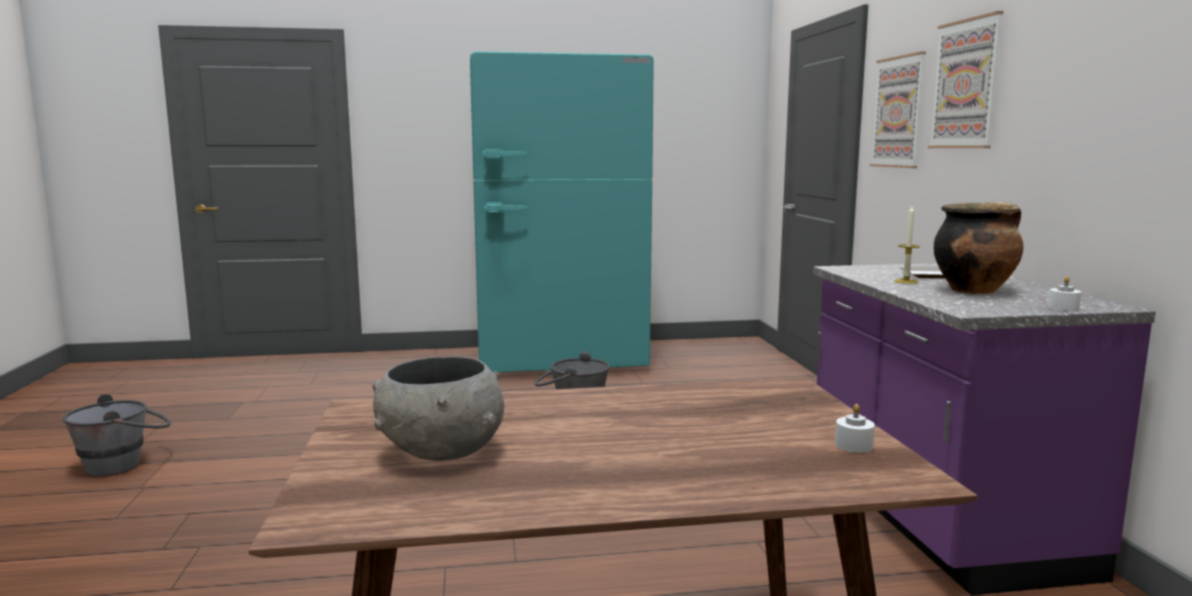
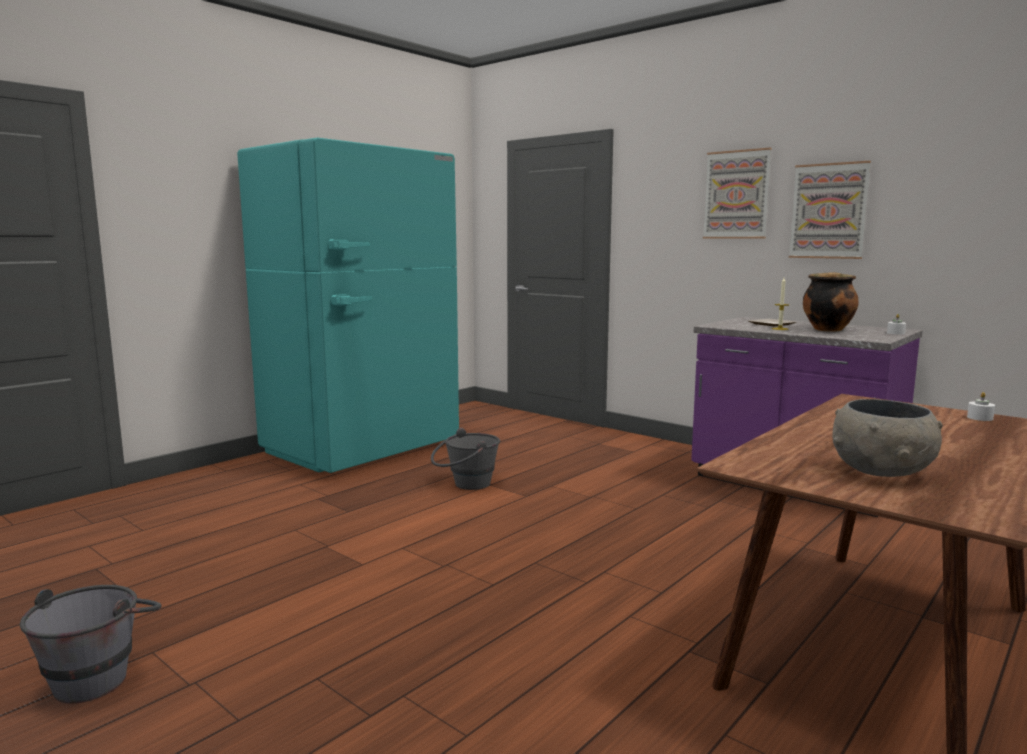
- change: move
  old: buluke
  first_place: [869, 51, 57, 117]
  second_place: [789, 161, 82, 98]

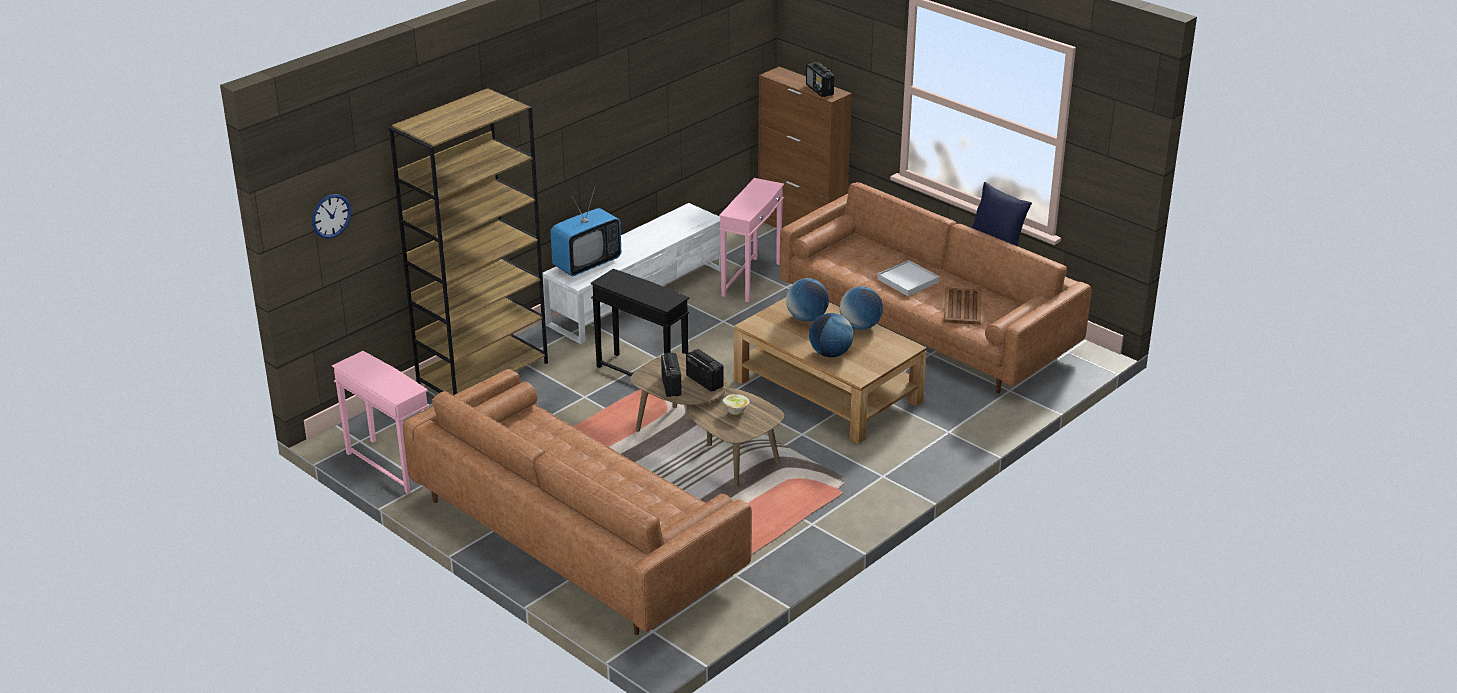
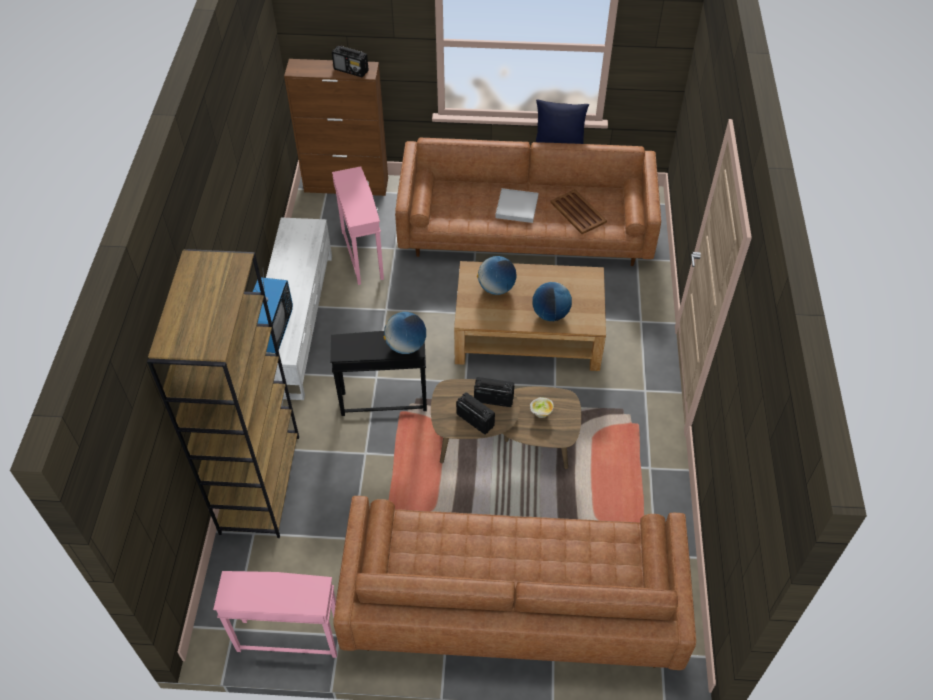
- change: delete
  old: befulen
  first_place: [312, 194, 39, 45]
- change: move
  old: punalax
  first_place: [839, 286, 44, 44]
  second_place: [384, 312, 42, 42]

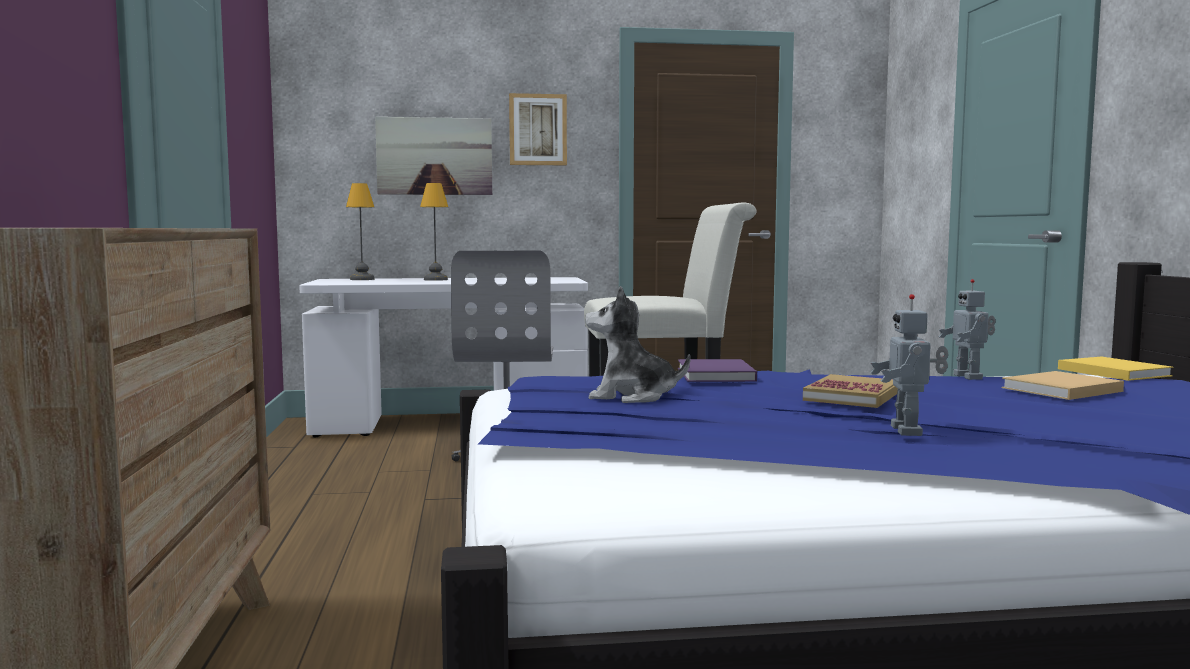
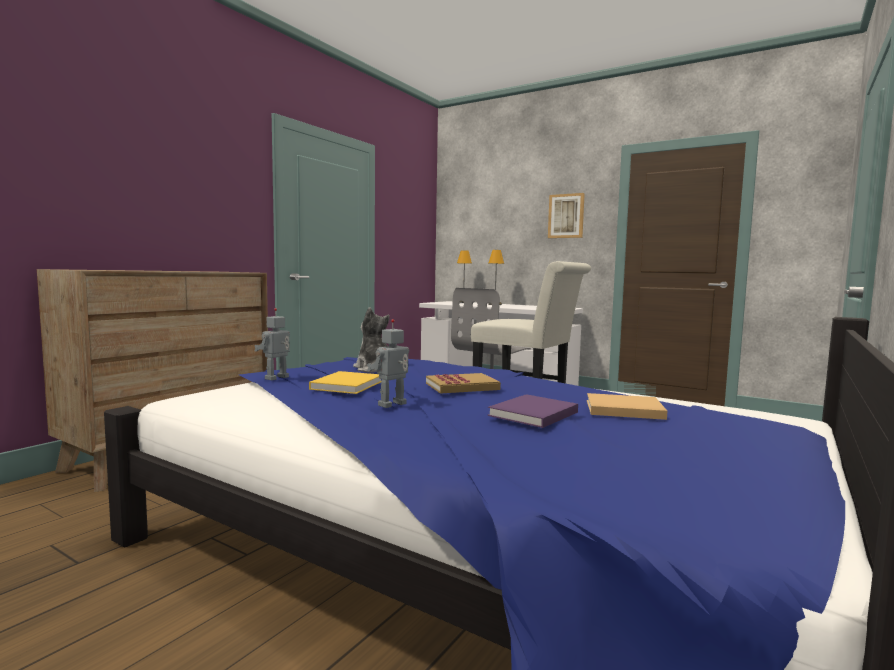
- change: delete
  old: buluke
  first_place: [375, 117, 117, 78]
- change: move
  old: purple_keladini
  first_place: [678, 359, 79, 23]
  second_place: [488, 394, 90, 34]
- change: move
  old: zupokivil
  first_place: [939, 279, 57, 101]
  second_place: [254, 308, 36, 72]
- change: move
  old: yellow_keladini
  first_place: [1058, 357, 115, 24]
  second_place: [309, 371, 72, 23]

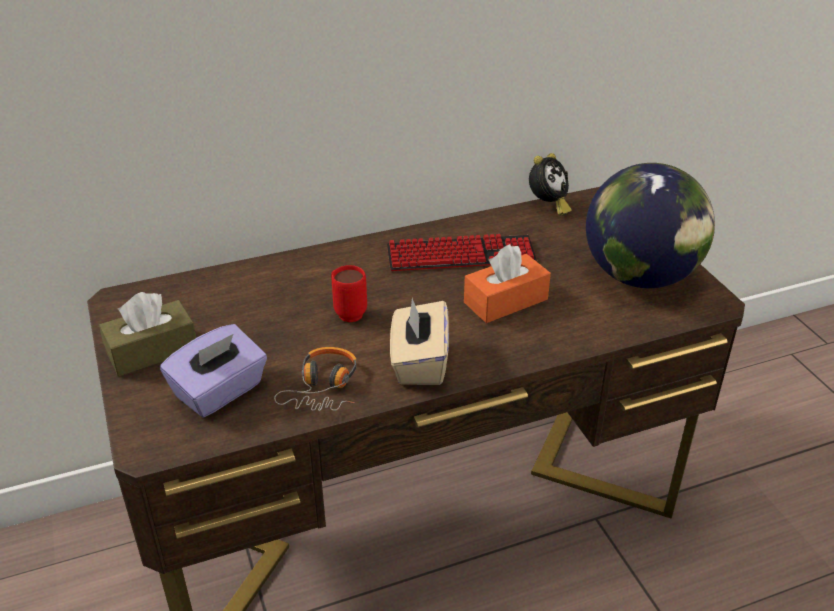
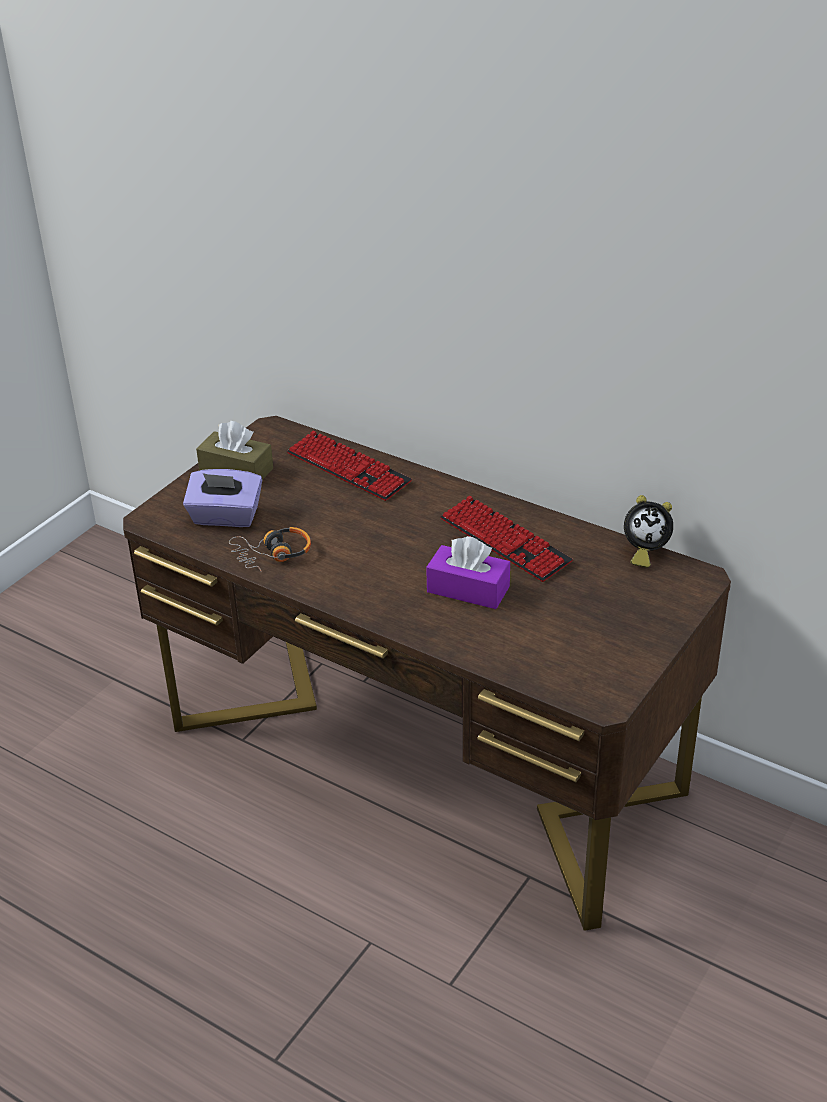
- change: delete
  old: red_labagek
  first_place: [331, 265, 36, 57]
- change: delete
  old: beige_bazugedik
  first_place: [390, 298, 59, 87]
- change: delete
  old: punalax
  first_place: [586, 163, 129, 125]
- change: insert
  new: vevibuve
  second_place: [287, 431, 125, 70]
- change: recolor
  old: orange_bazugedik
  new: purple_bazugedik
  first_place: [464, 244, 87, 79]
  second_place: [426, 536, 84, 73]

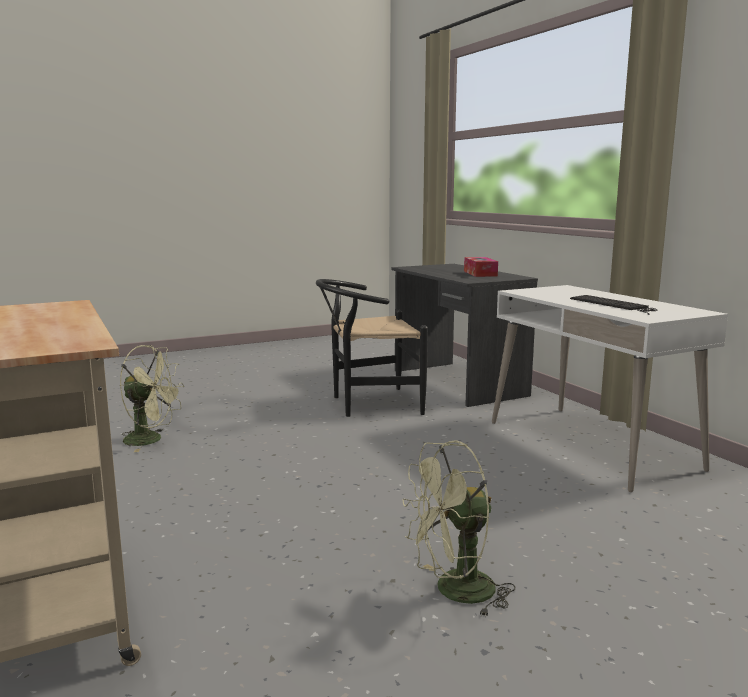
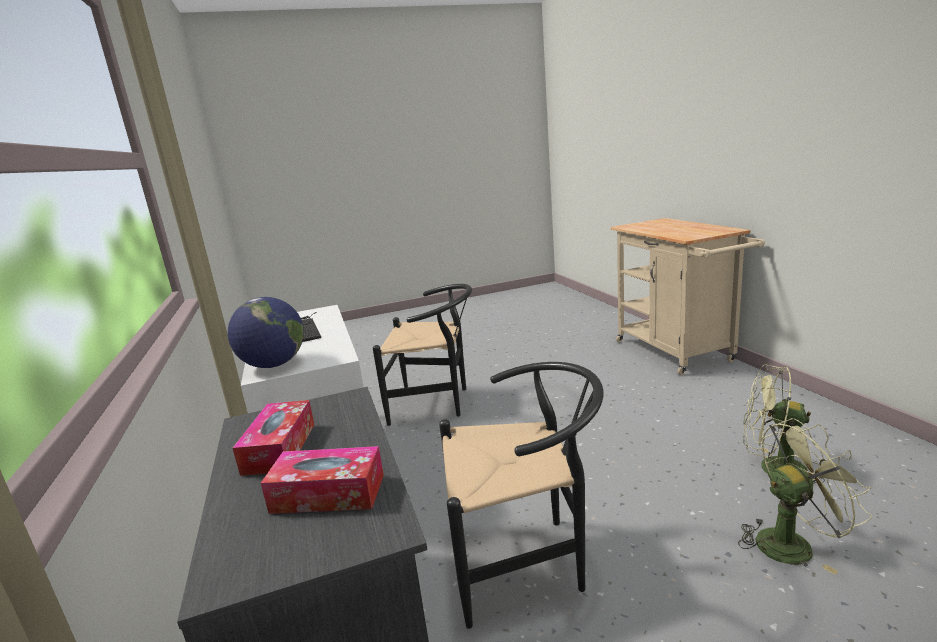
- change: insert
  new: punalax
  second_place: [228, 297, 76, 71]
- change: insert
  new: bazugedik
  second_place: [261, 446, 123, 68]
- change: insert
  new: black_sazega
  second_place: [373, 284, 99, 142]
- change: move
  old: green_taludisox
  first_place: [402, 441, 113, 177]
  second_place: [738, 418, 134, 157]

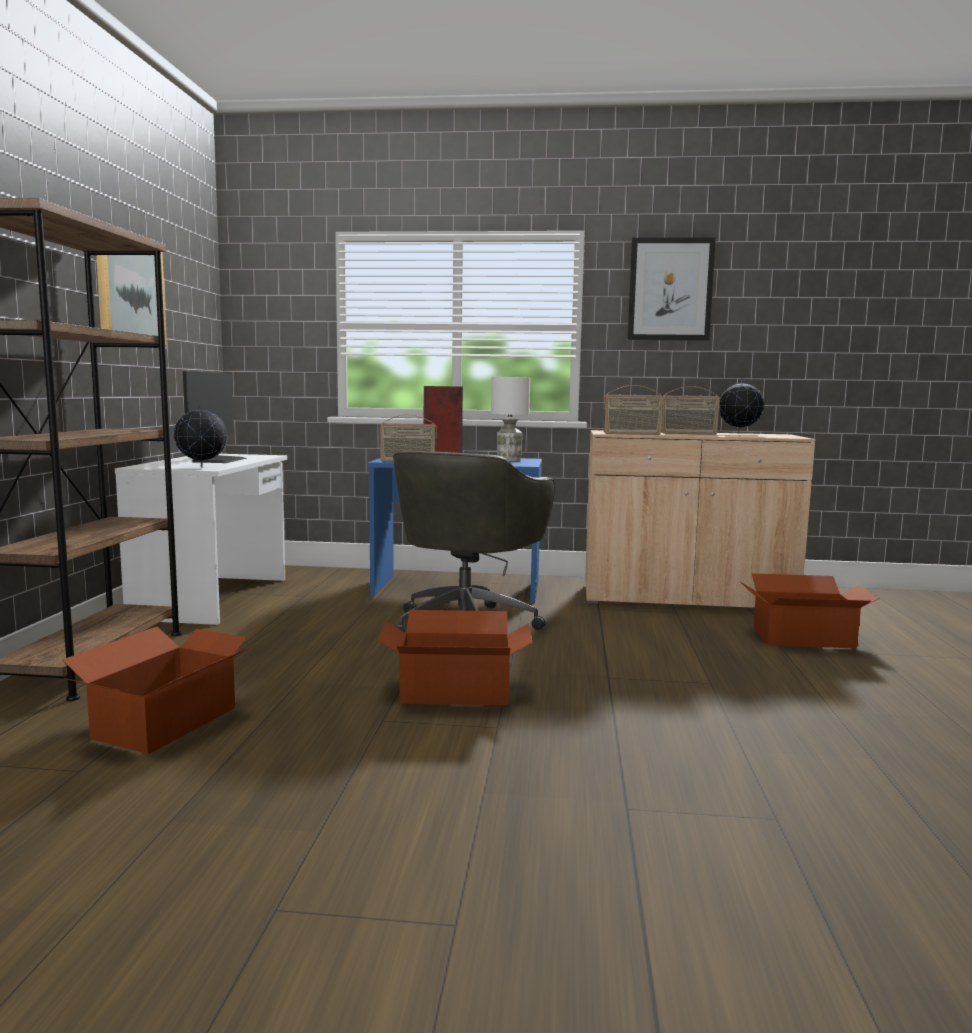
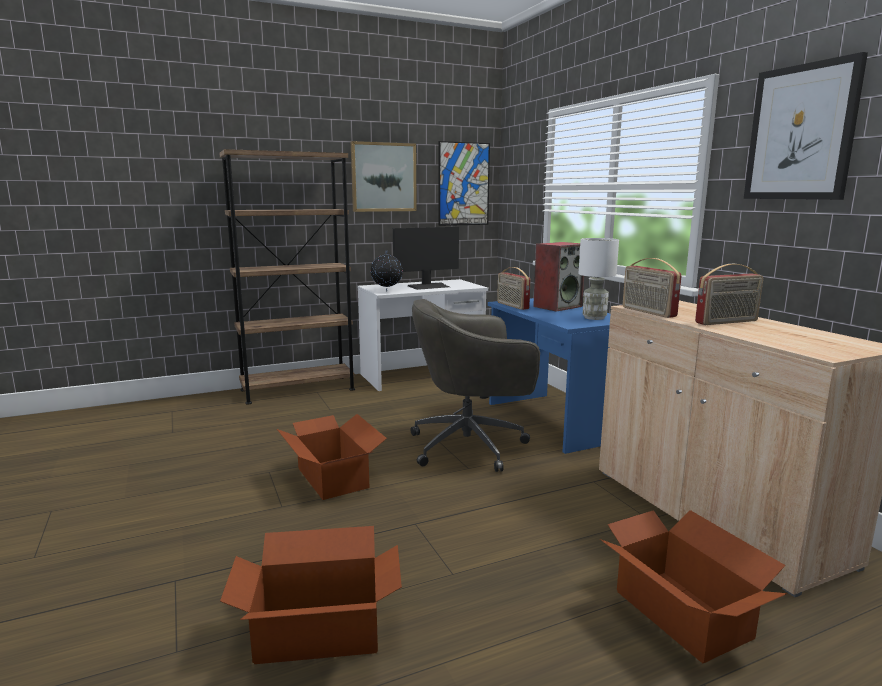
- change: delete
  old: punalax
  first_place: [719, 378, 45, 56]
- change: insert
  new: buluke
  second_place: [438, 141, 52, 85]
- change: move
  old: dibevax
  first_place: [62, 627, 195, 127]
  second_place: [220, 526, 182, 138]
- change: rotate
  old: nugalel
  first_place: [661, 386, 59, 49]
  second_place: [695, 264, 68, 61]
  degrees: -90

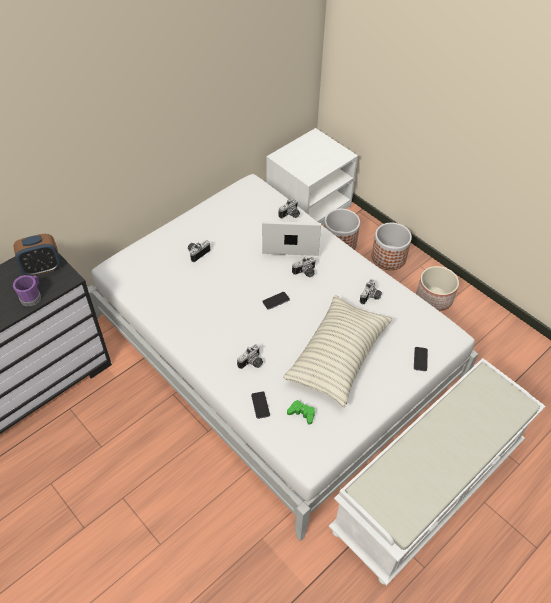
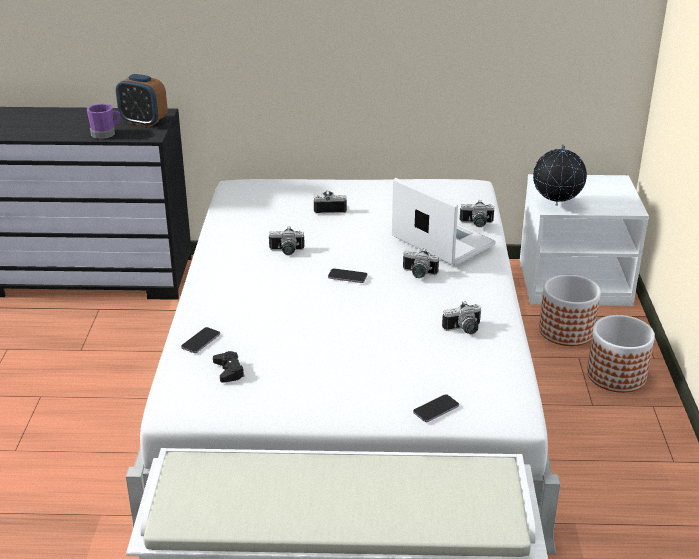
- change: delete
  old: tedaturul
  first_place: [283, 295, 109, 112]
- change: delete
  old: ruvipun
  first_place: [416, 266, 43, 45]
- change: insert
  new: punalax
  second_place: [533, 144, 54, 62]
- change: move
  old: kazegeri
  first_place: [237, 344, 26, 25]
  second_place: [269, 226, 36, 29]
- change: recolor
  old: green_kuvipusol
  new: black_kuvipusol
  first_place: [287, 400, 28, 25]
  second_place: [213, 351, 32, 32]

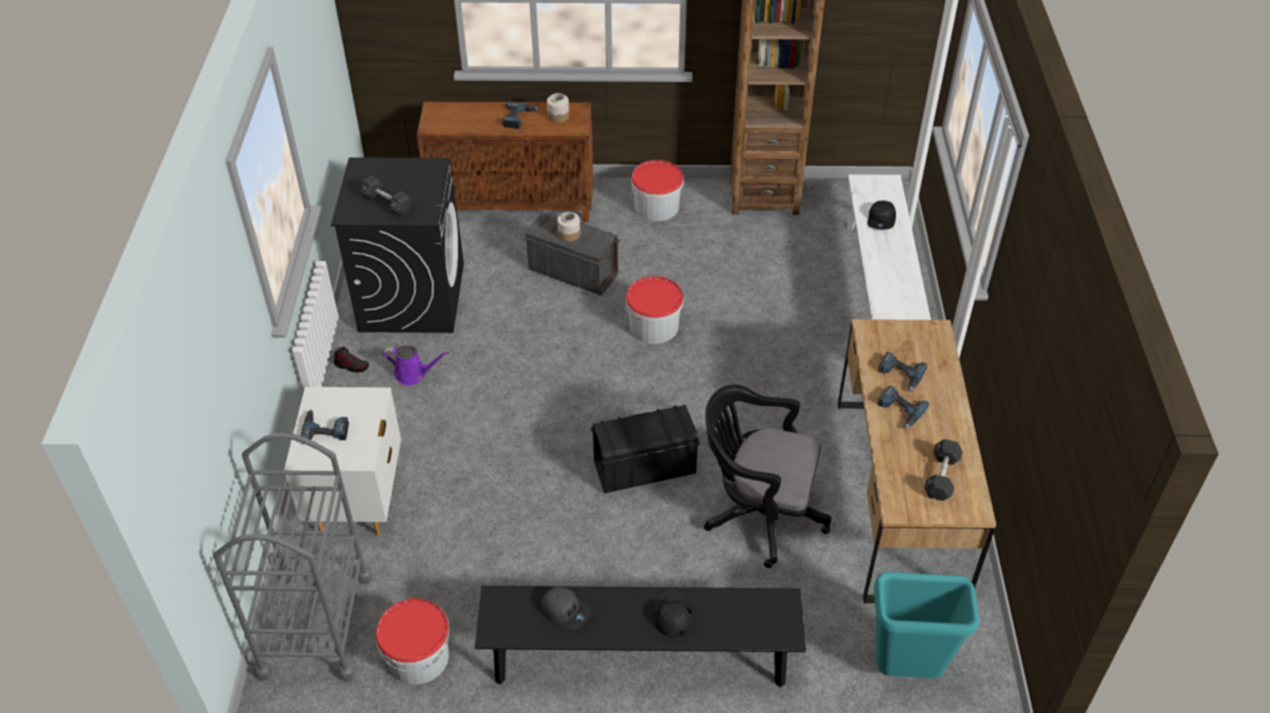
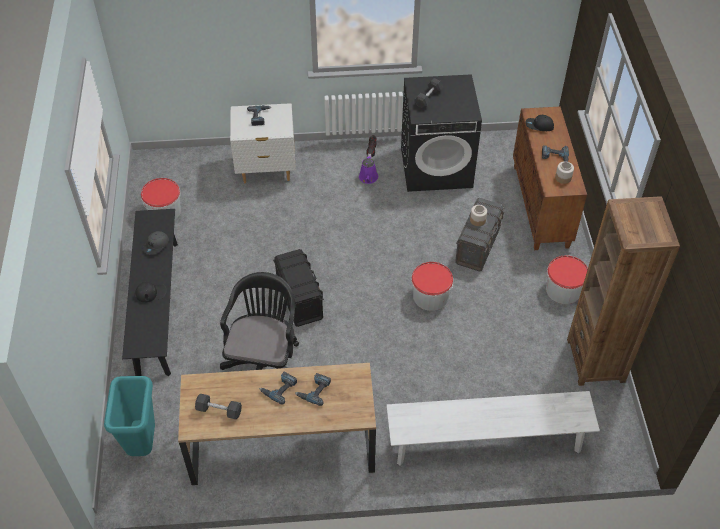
- change: delete
  old: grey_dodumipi
  first_place: [213, 433, 160, 249]
- change: move
  old: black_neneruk
  first_place: [868, 201, 28, 28]
  second_place: [526, 115, 28, 16]

